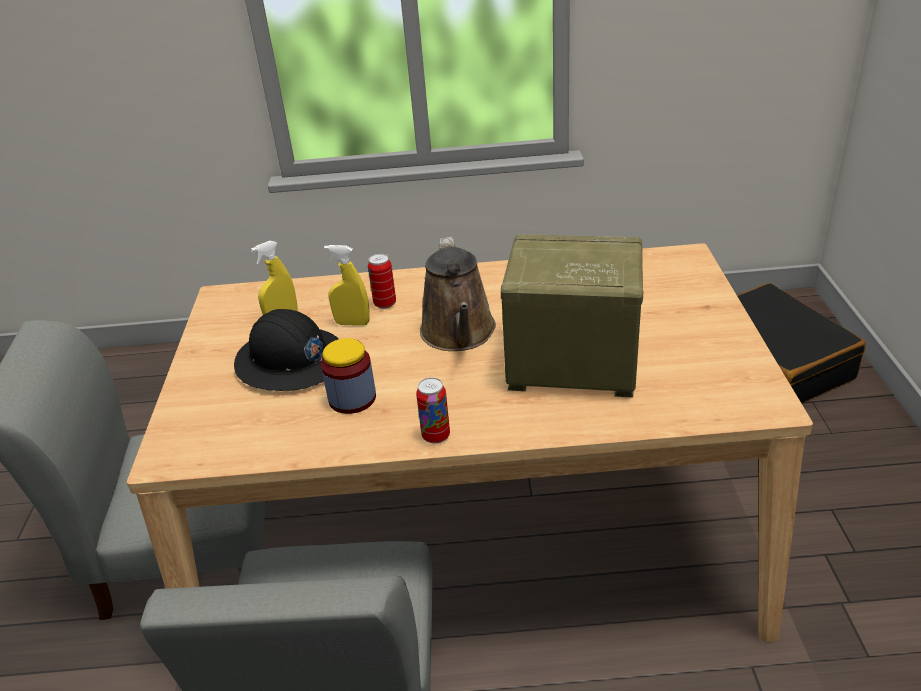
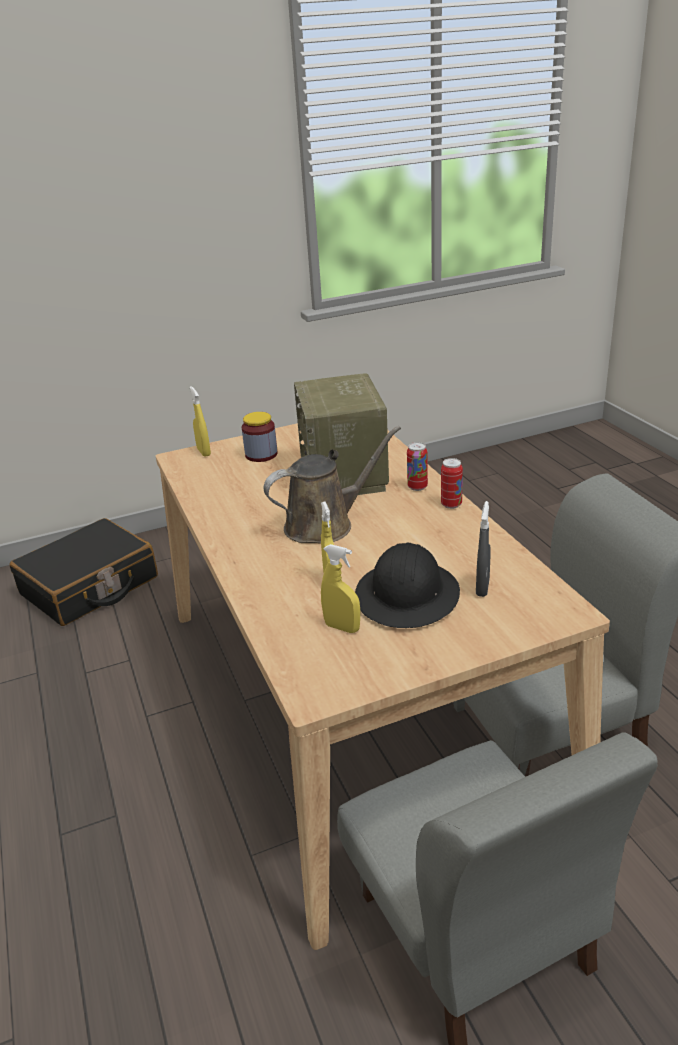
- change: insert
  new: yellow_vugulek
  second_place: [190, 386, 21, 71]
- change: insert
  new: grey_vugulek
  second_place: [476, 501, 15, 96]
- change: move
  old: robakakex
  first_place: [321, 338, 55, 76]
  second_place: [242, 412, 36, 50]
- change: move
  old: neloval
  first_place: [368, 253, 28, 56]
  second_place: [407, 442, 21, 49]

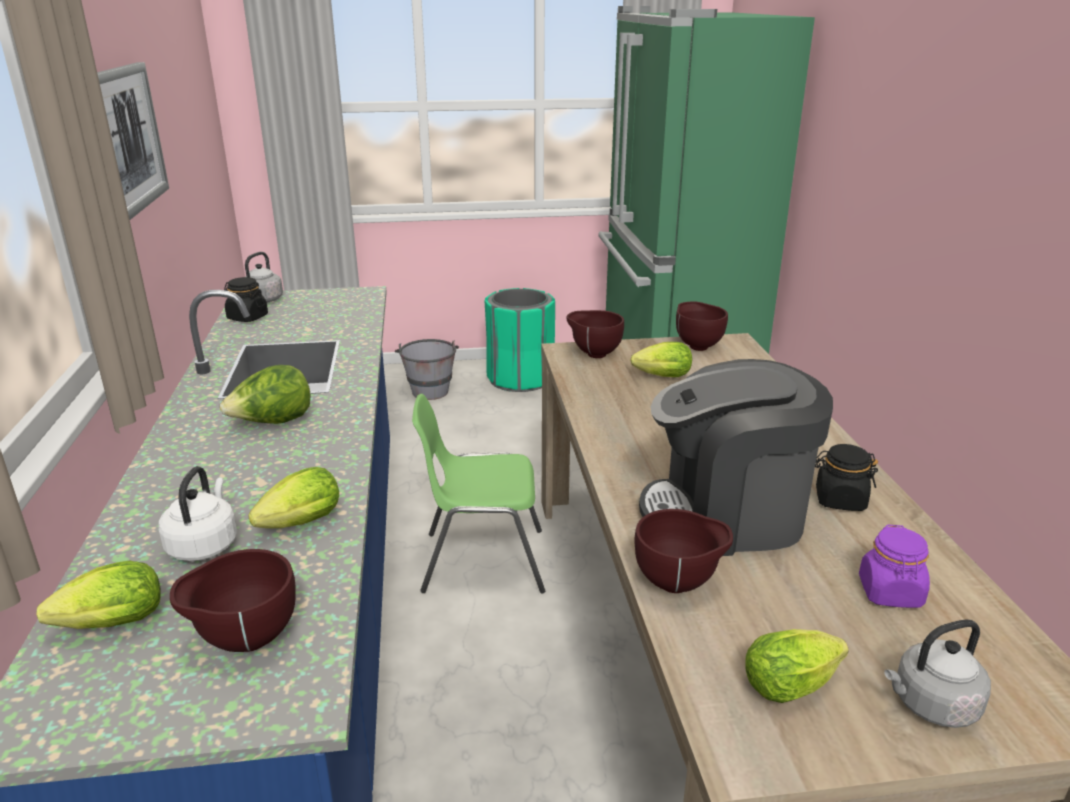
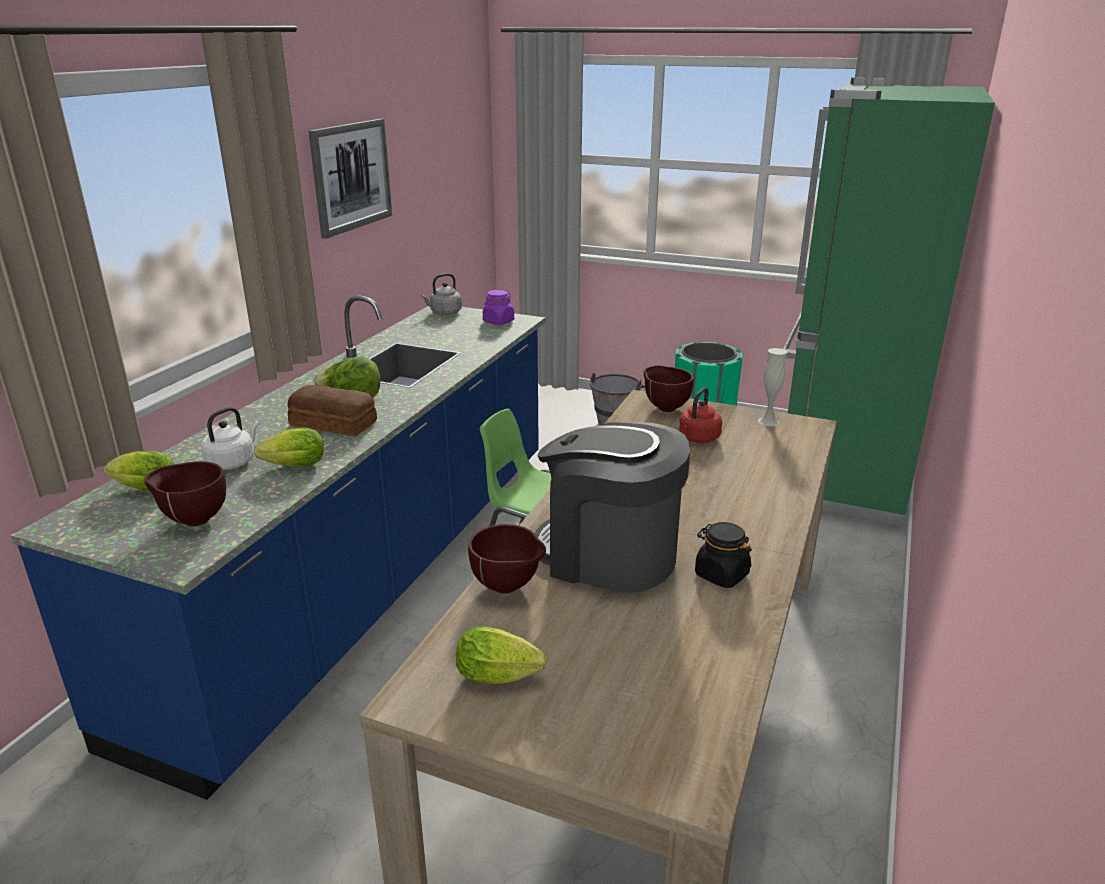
- change: delete
  old: black_robakakex
  first_place: [224, 277, 44, 45]
- change: delete
  old: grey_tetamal
  first_place: [884, 620, 107, 108]
- change: insert
  new: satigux
  second_place: [288, 385, 89, 51]
- change: move
  old: purple_robakakex
  first_place: [859, 525, 71, 83]
  second_place: [483, 290, 31, 35]
- change: replace
  old: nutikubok
  new: red_tetamal
  first_place: [631, 342, 61, 35]
  second_place: [679, 387, 43, 56]
- change: replace
  old: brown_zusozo
  new: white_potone
  first_place: [676, 301, 52, 50]
  second_place: [758, 348, 29, 78]

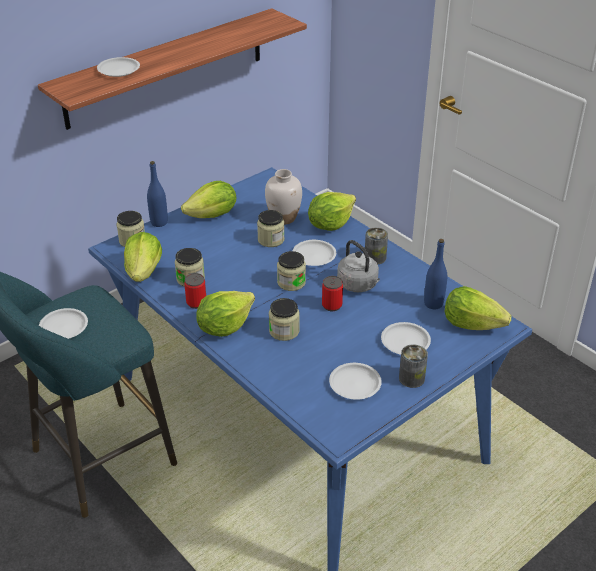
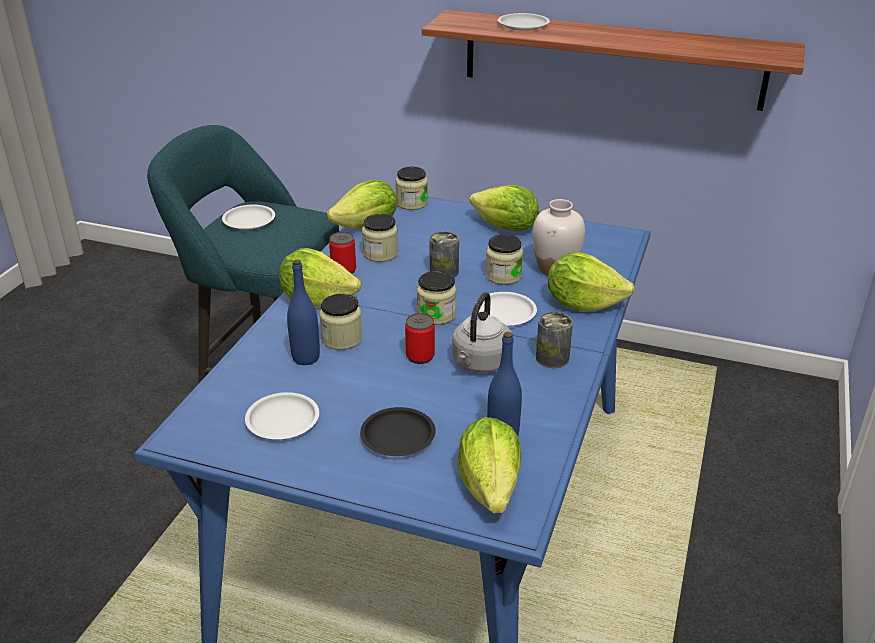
- change: move
  old: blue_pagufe
  first_place: [147, 161, 21, 66]
  second_place: [287, 260, 33, 105]
- change: move
  old: neloval
  first_place: [399, 344, 29, 44]
  second_place: [430, 231, 29, 47]
- change: recolor
  old: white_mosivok
  new: black_mosivok
  first_place: [381, 322, 50, 33]
  second_place: [360, 407, 76, 49]

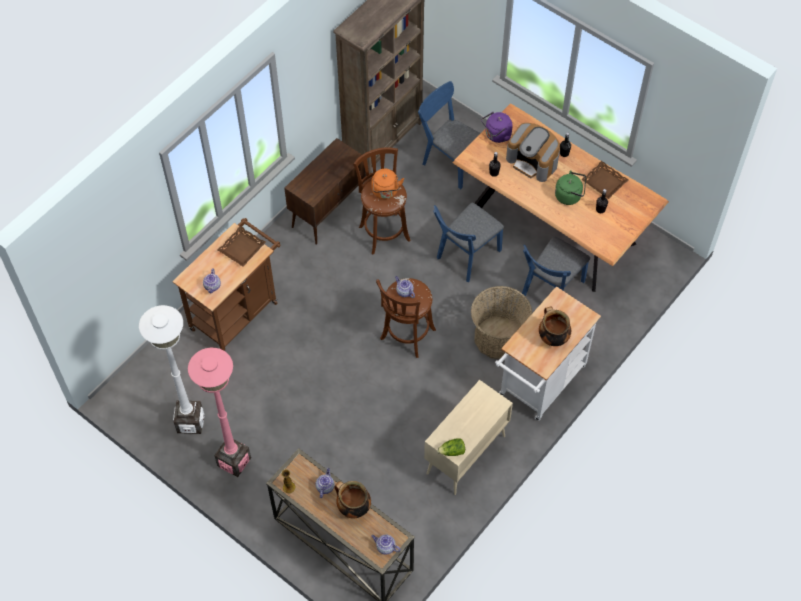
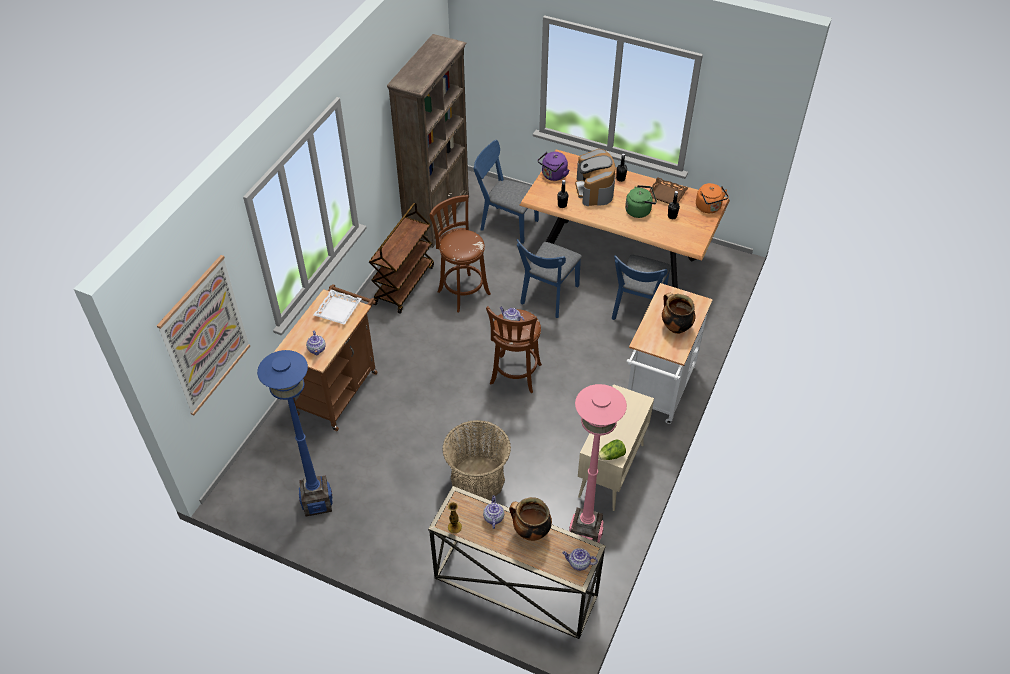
- change: insert
  new: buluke
  second_place: [157, 255, 93, 160]
- change: move
  old: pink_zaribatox
  first_place: [188, 348, 63, 129]
  second_place: [569, 384, 58, 159]
- change: move
  old: orange_tetamal
  first_place: [371, 169, 33, 30]
  second_place: [696, 183, 33, 30]
- change: move
  old: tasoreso
  first_place: [471, 286, 61, 73]
  second_place: [442, 420, 69, 80]
- change: replace
  old: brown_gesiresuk
  new: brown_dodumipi
  first_place: [284, 138, 82, 107]
  second_place: [369, 203, 65, 111]
- change: recolor
  old: white_zaribatox
  new: blue_zaribatox
  first_place: [139, 305, 66, 129]
  second_place: [257, 350, 76, 166]
- change: recolor
  old: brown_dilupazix
  new: white_dilupazix
  first_place: [218, 226, 48, 41]
  second_place: [313, 290, 49, 35]
- change: rotate
  old: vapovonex
  first_place: [506, 123, 54, 59]
  second_place: [575, 149, 40, 57]
  degrees: 60

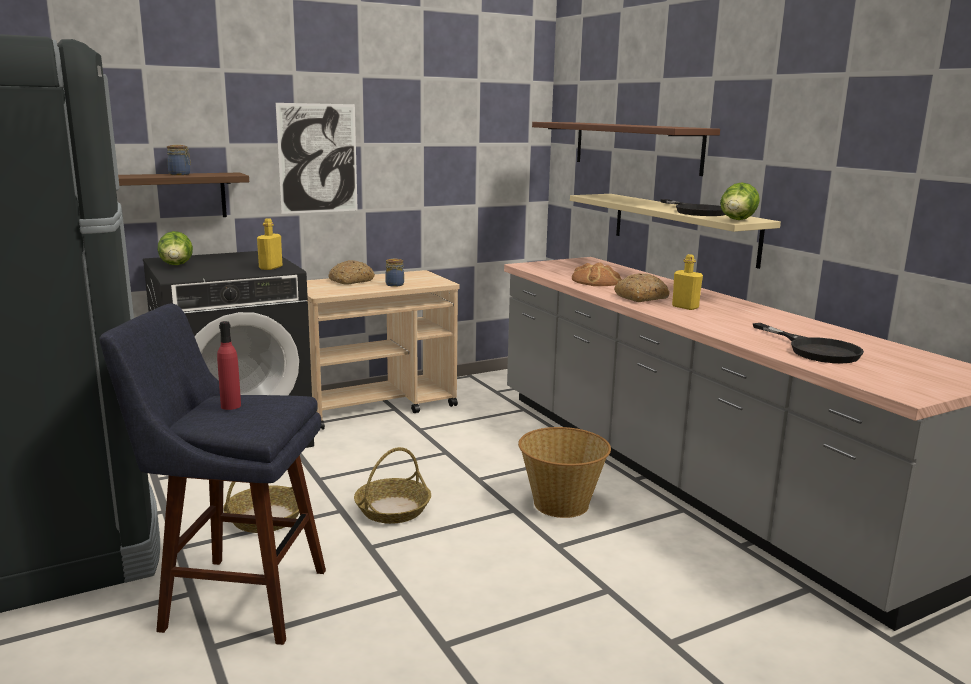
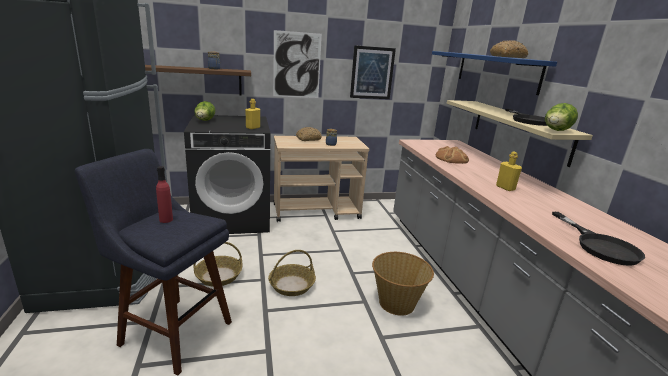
- change: insert
  new: buluke
  second_place: [350, 45, 46, 54]
- change: move
  old: satigux
  first_place: [614, 273, 56, 29]
  second_place: [490, 40, 38, 18]
- change: recolor
  old: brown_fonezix
  new: blue_fonezix
  first_place: [532, 122, 188, 54]
  second_place: [432, 51, 125, 44]

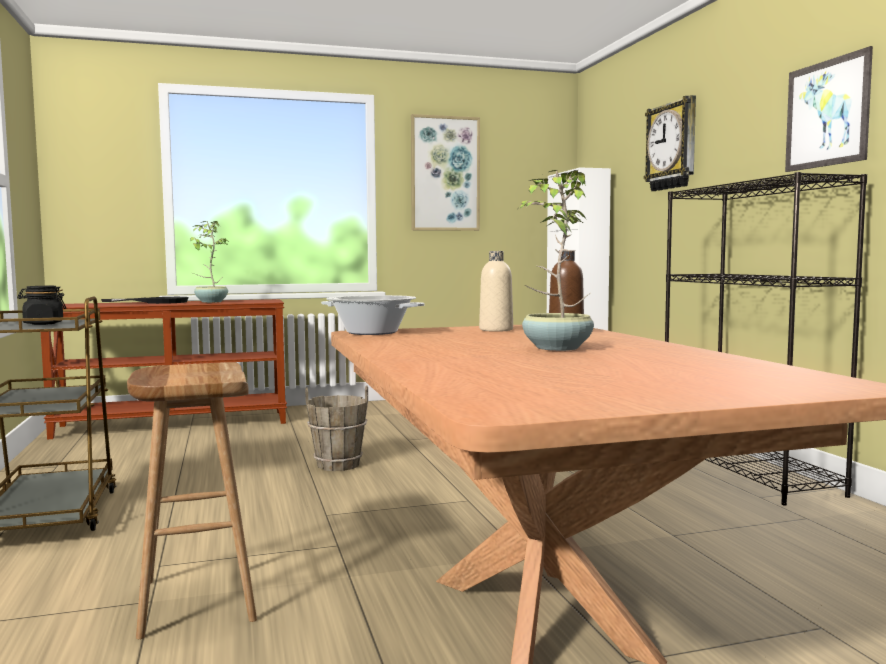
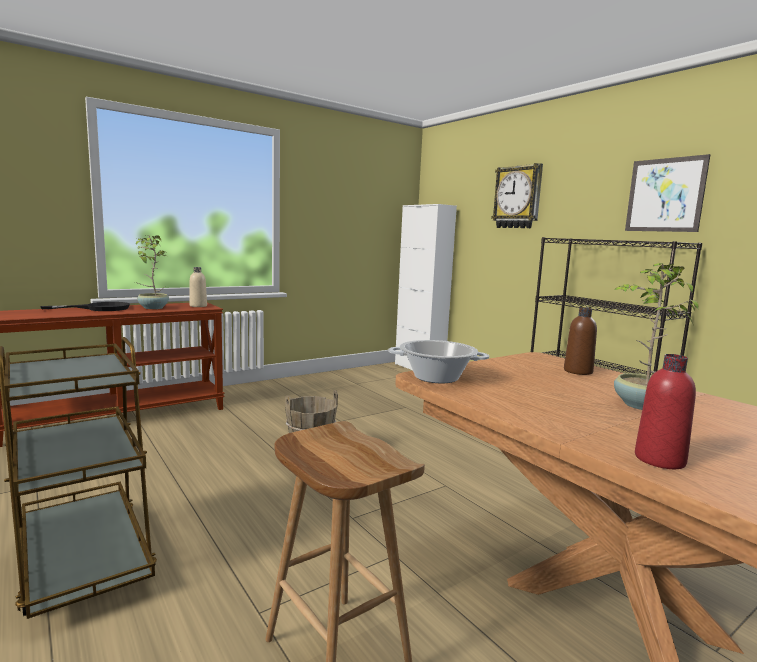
- change: delete
  old: black_robakakex
  first_place: [17, 286, 49, 39]
- change: delete
  old: buluke
  first_place: [411, 114, 69, 117]
- change: insert
  new: red_pagufe
  second_place: [635, 354, 61, 115]
- change: move
  old: beige_pagufe
  first_place: [479, 251, 34, 81]
  second_place: [189, 267, 18, 40]

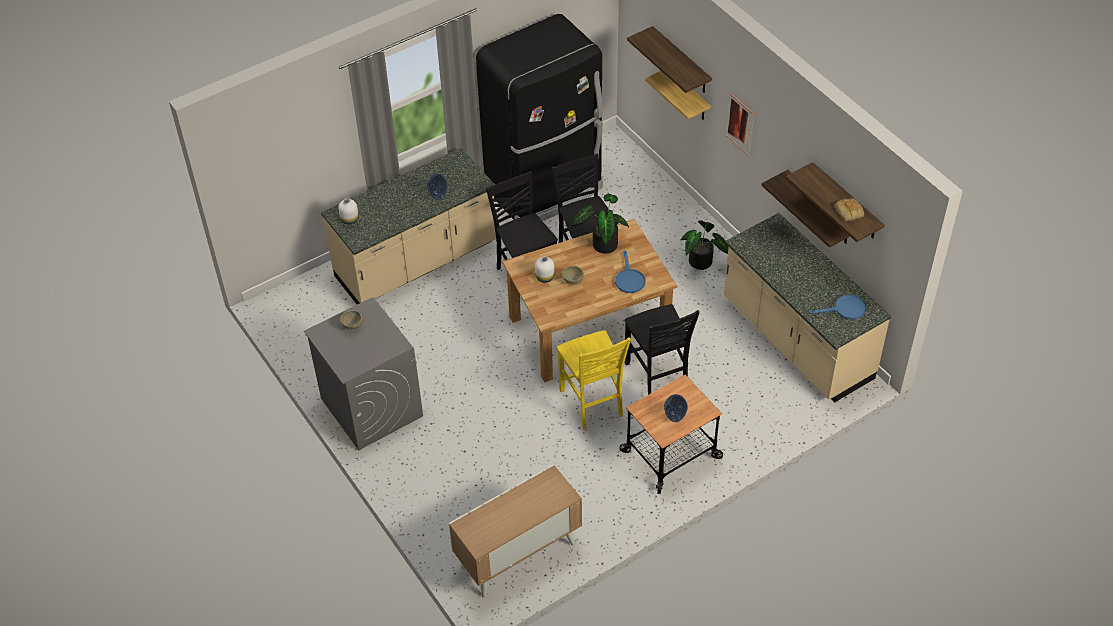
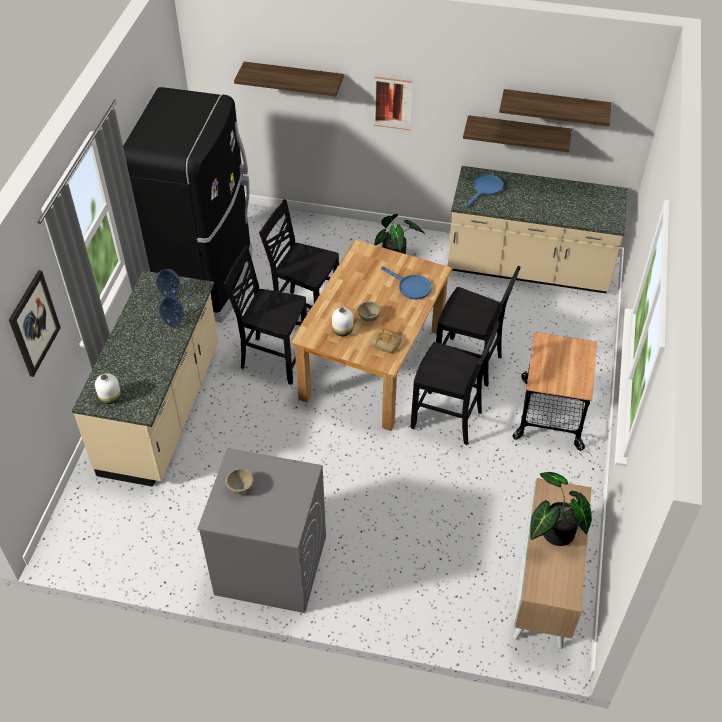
- change: delete
  old: fonezix
  first_place: [645, 71, 66, 49]
- change: insert
  new: buluke
  second_place: [9, 270, 52, 107]
- change: move
  old: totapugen
  first_place: [572, 194, 57, 60]
  second_place: [530, 472, 62, 74]
- change: move
  old: potone
  first_place: [664, 394, 24, 28]
  second_place: [155, 269, 25, 29]
- change: move
  old: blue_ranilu
  first_place: [809, 294, 58, 25]
  second_place: [465, 174, 38, 33]
- change: move
  old: satigux
  first_place: [835, 198, 29, 23]
  second_place: [370, 329, 32, 24]
- change: recolor
  old: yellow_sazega
  new: black_sazega
  first_place: [557, 330, 74, 100]
  second_place: [411, 322, 89, 123]

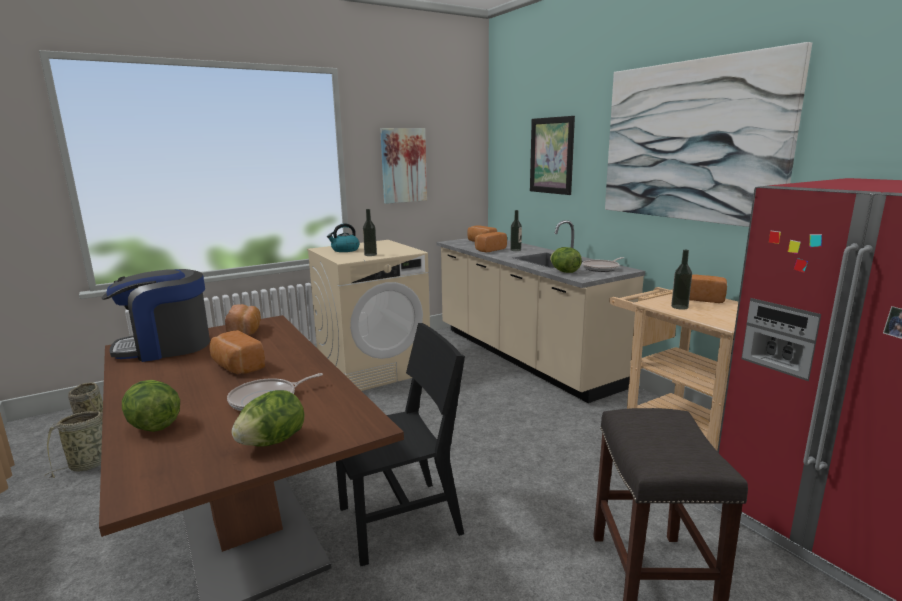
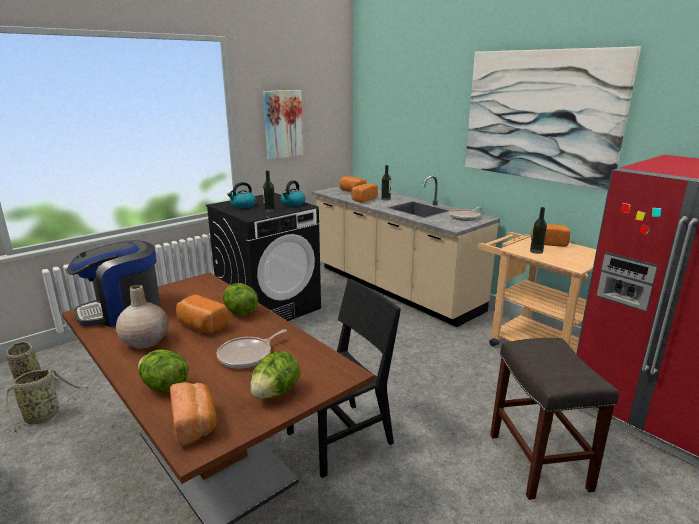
- change: delete
  old: buluke
  first_place: [530, 116, 45, 79]
- change: insert
  new: beige_potone
  second_place: [116, 285, 53, 64]
- change: insert
  new: tetamal
  second_place: [281, 180, 24, 26]
- change: move
  old: satigux
  first_place: [225, 304, 36, 31]
  second_place: [170, 382, 47, 64]
- change: move
  old: nutikubok
  first_place: [550, 247, 32, 26]
  second_place: [223, 283, 35, 33]
- change: recolor
  old: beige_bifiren
  new: black_bifiren
  first_place: [307, 240, 123, 151]
  second_place: [206, 193, 115, 128]

